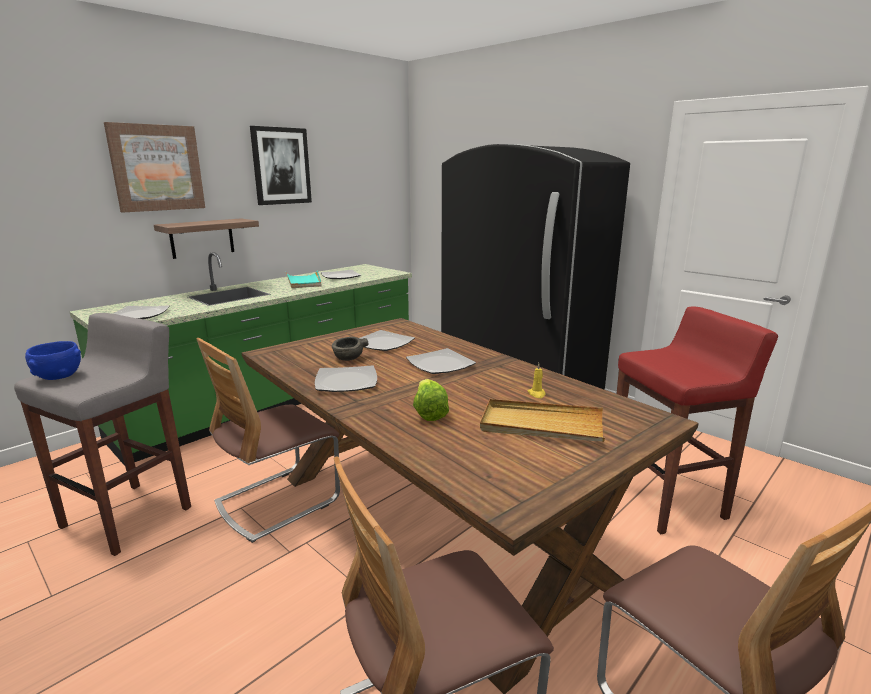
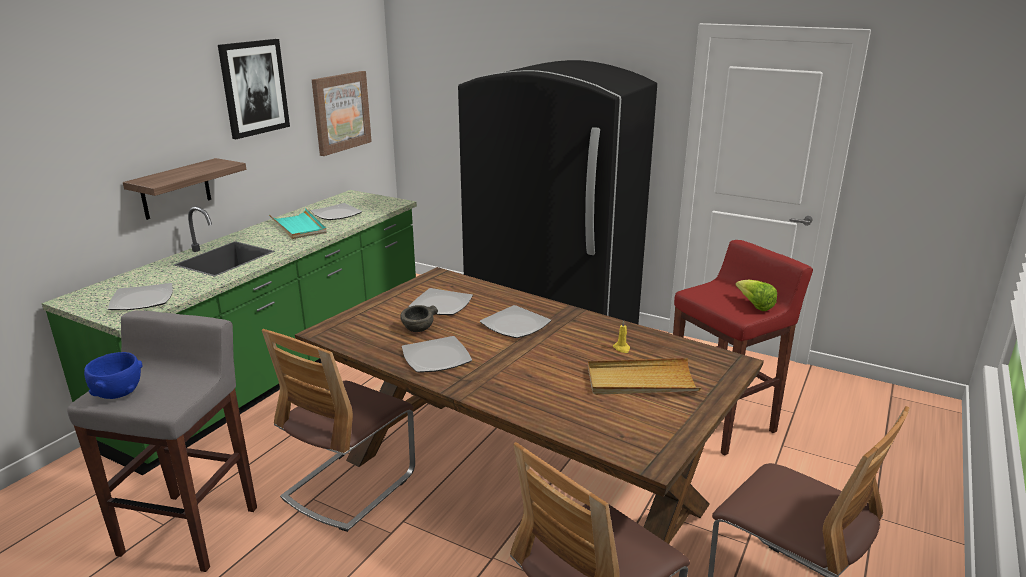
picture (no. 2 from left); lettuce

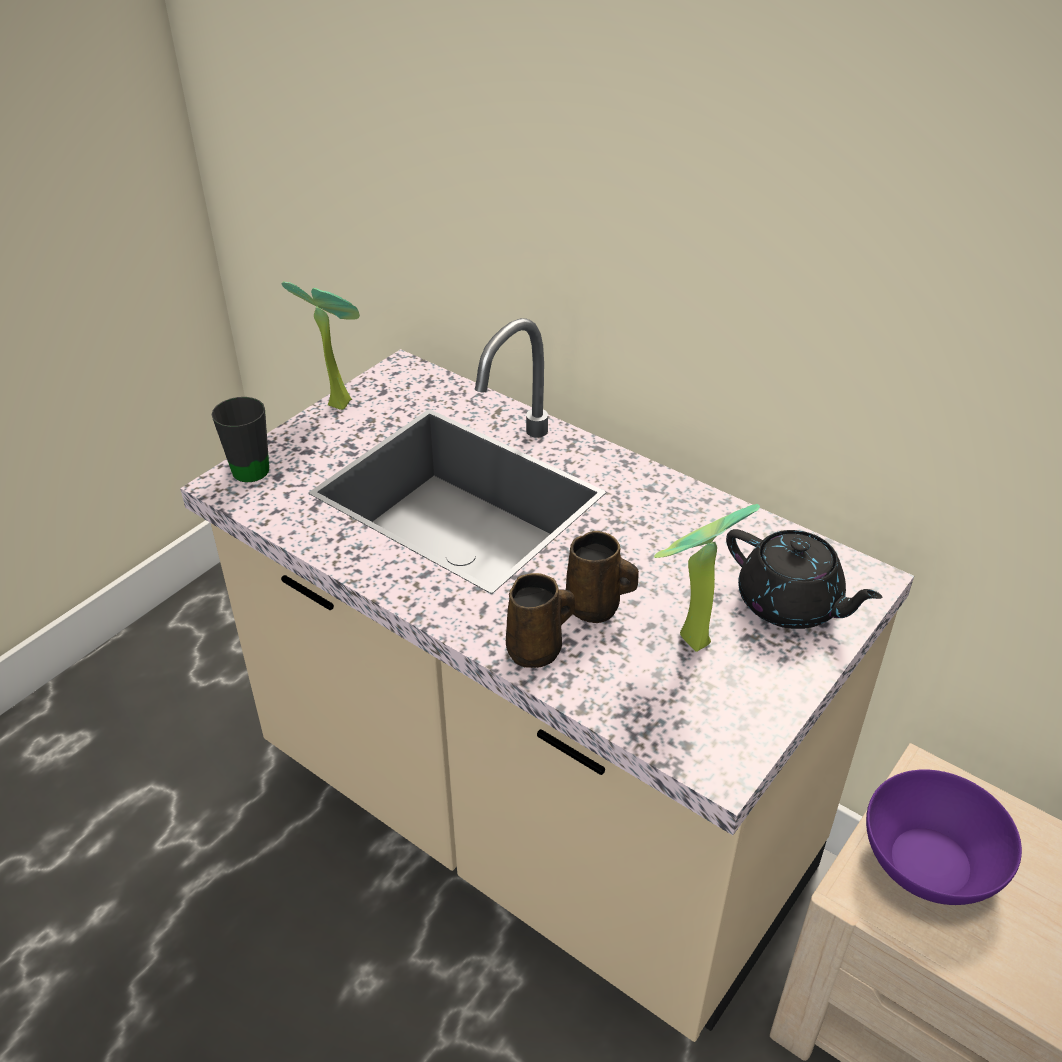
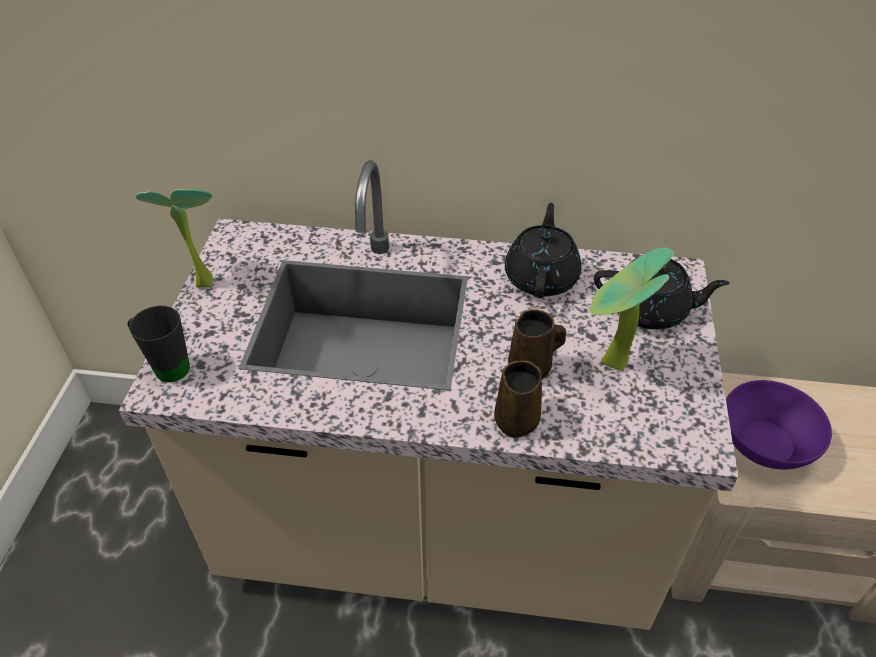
teapot (black) (no. 1 from left)

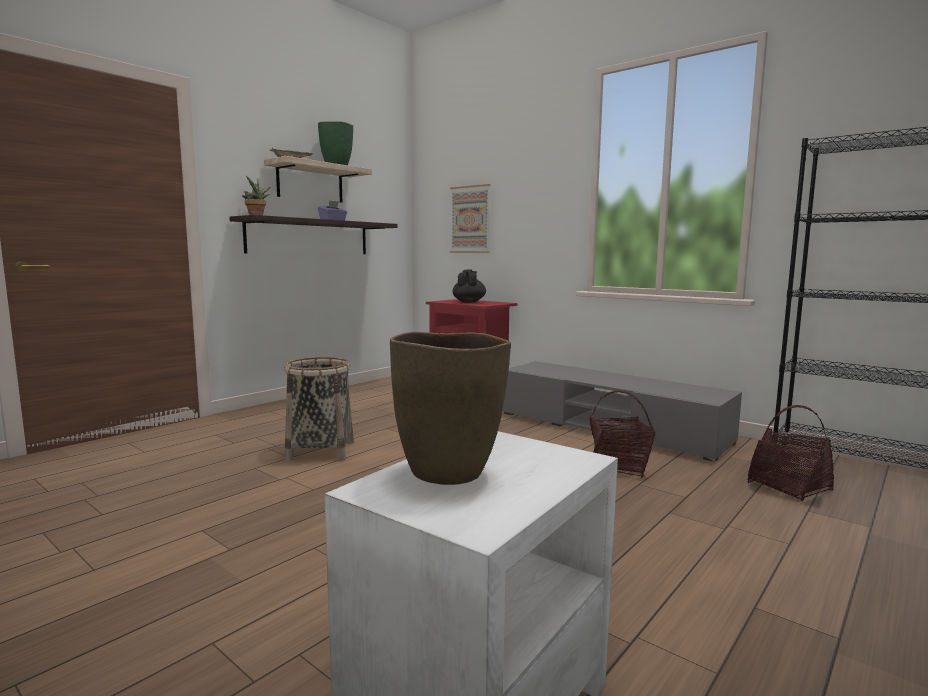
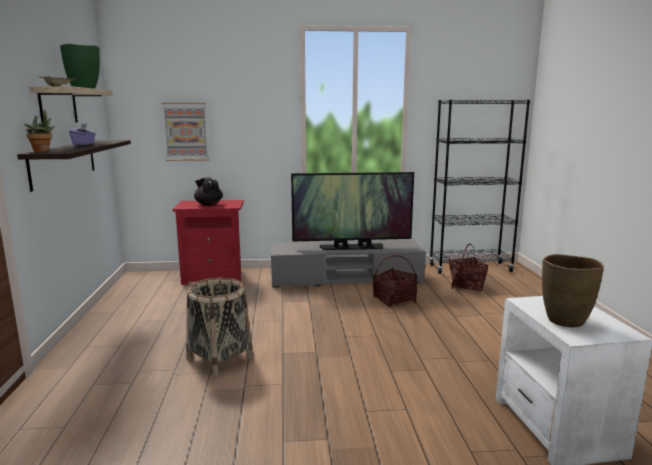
television

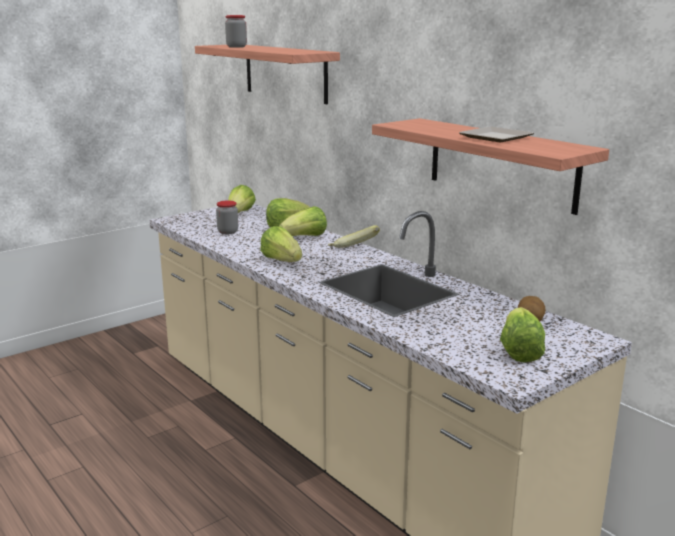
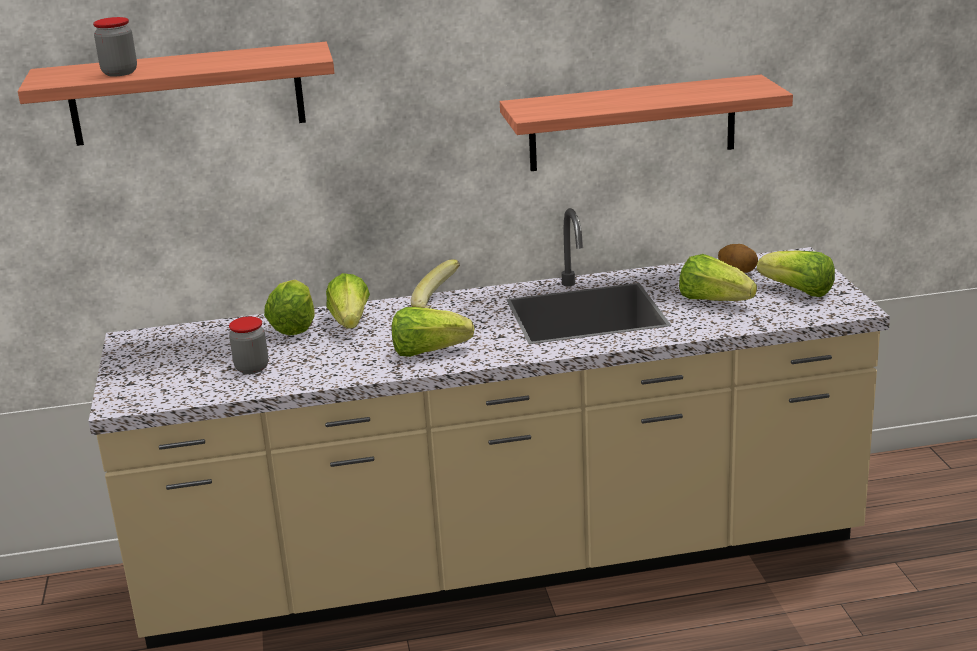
plate; lettuce (no. 4 from left)

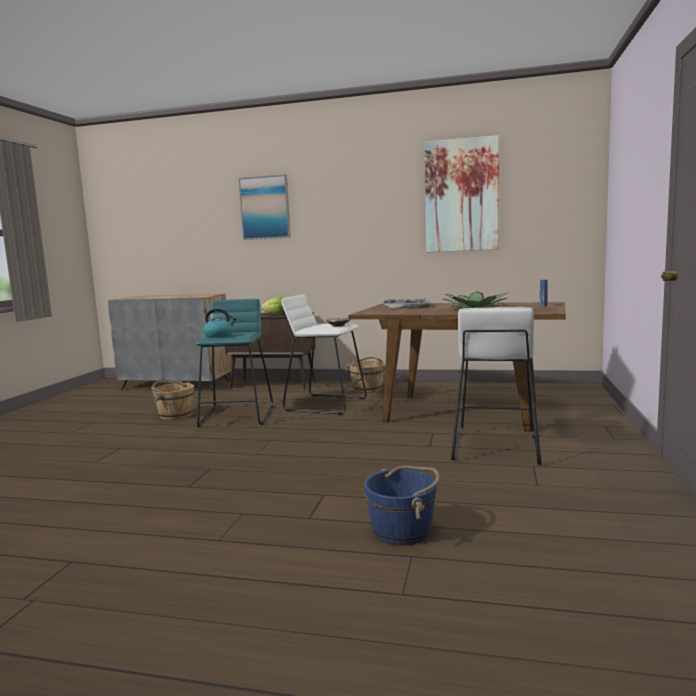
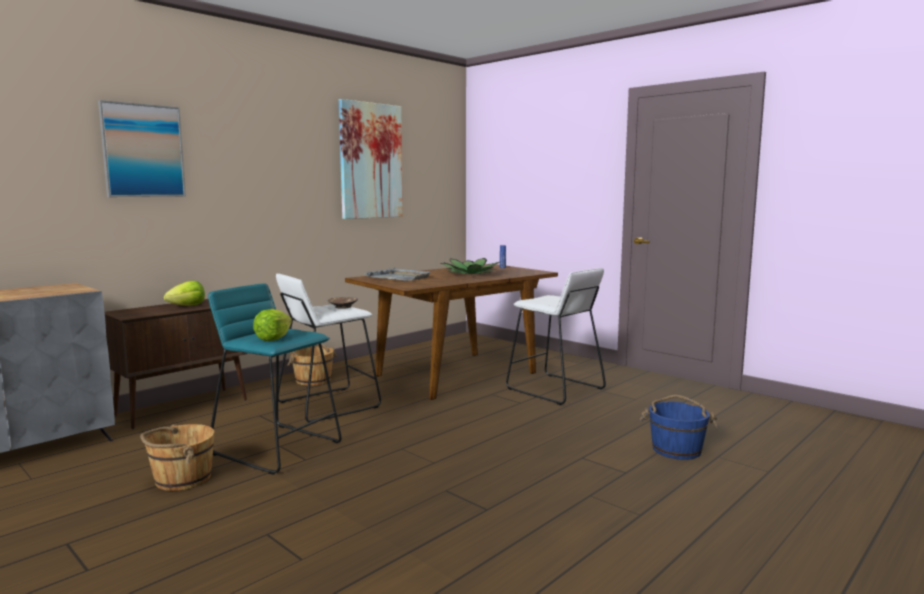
lettuce (no. 2 from left)

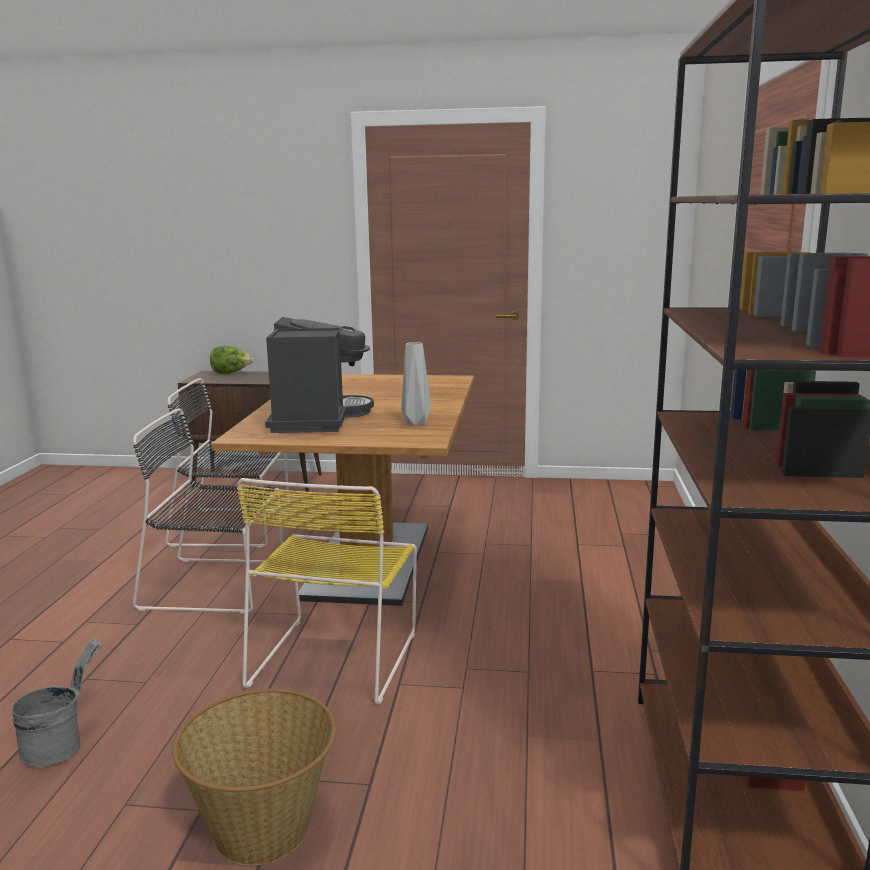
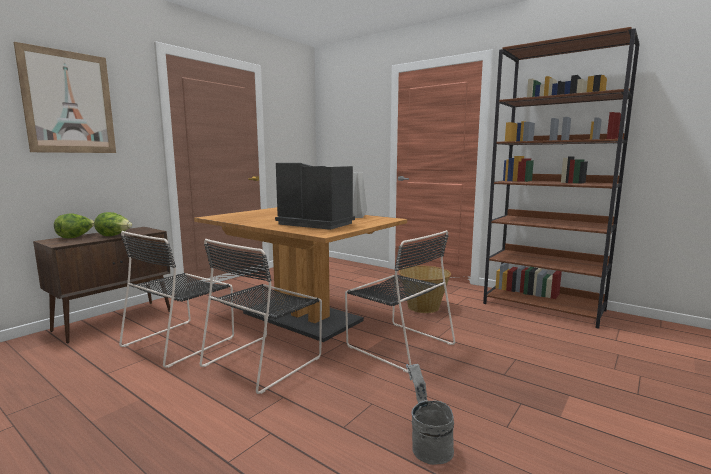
picture; lettuce (no. 2 from left); basket; chair (black) (no. 3 from left)

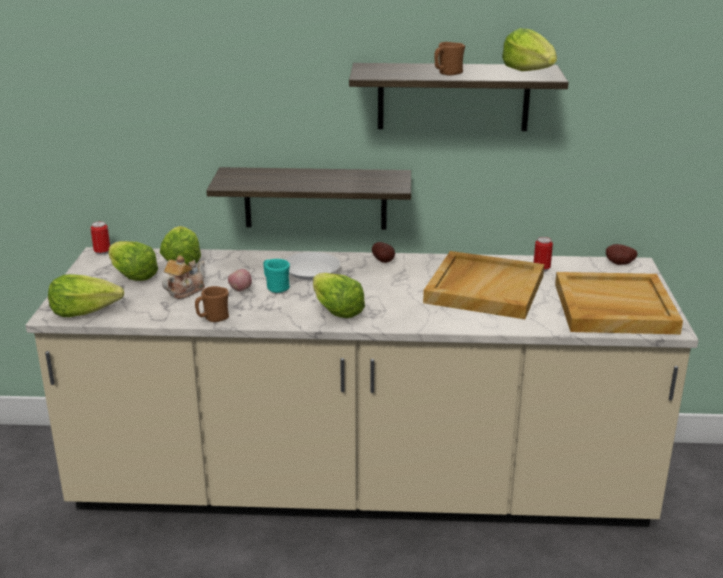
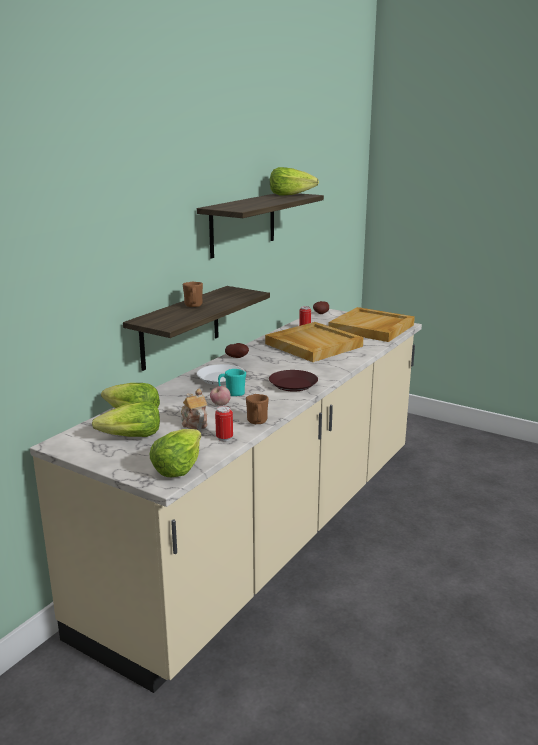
can (no. 1 from left); mug (brown) (no. 1 from left); plate (brown)

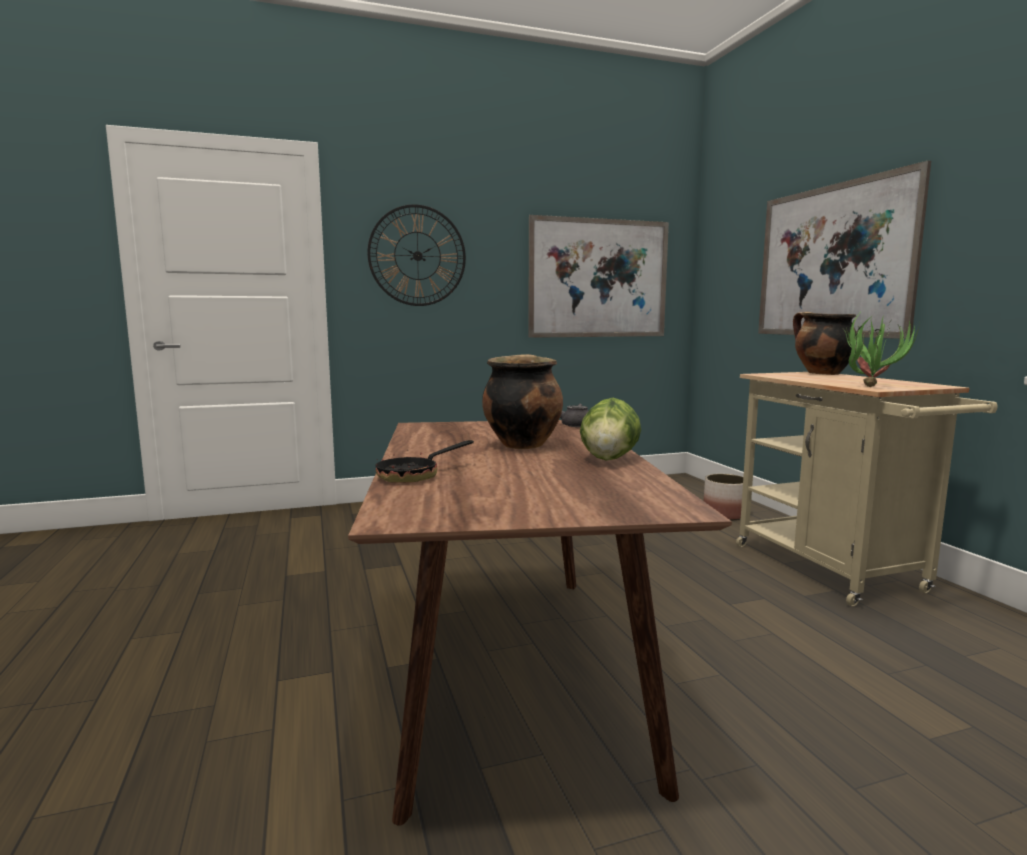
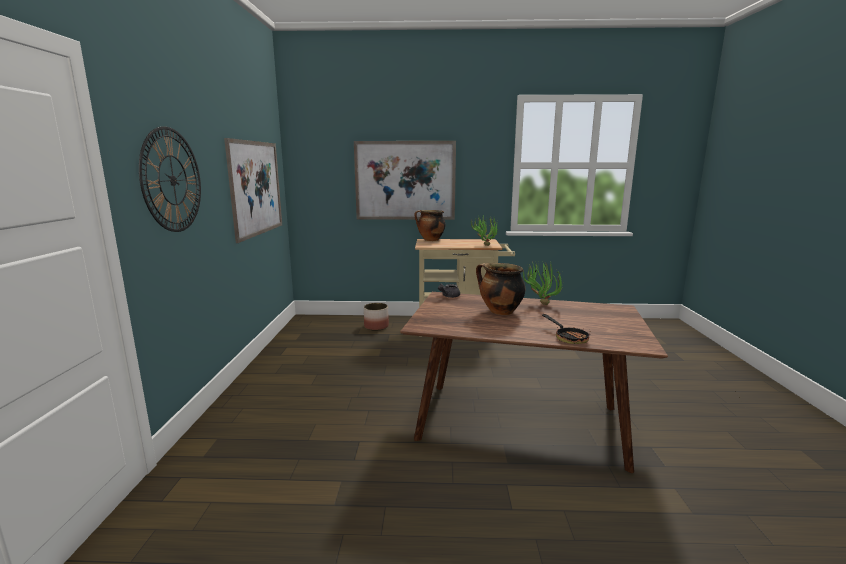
potted plant (no. 2 from left)

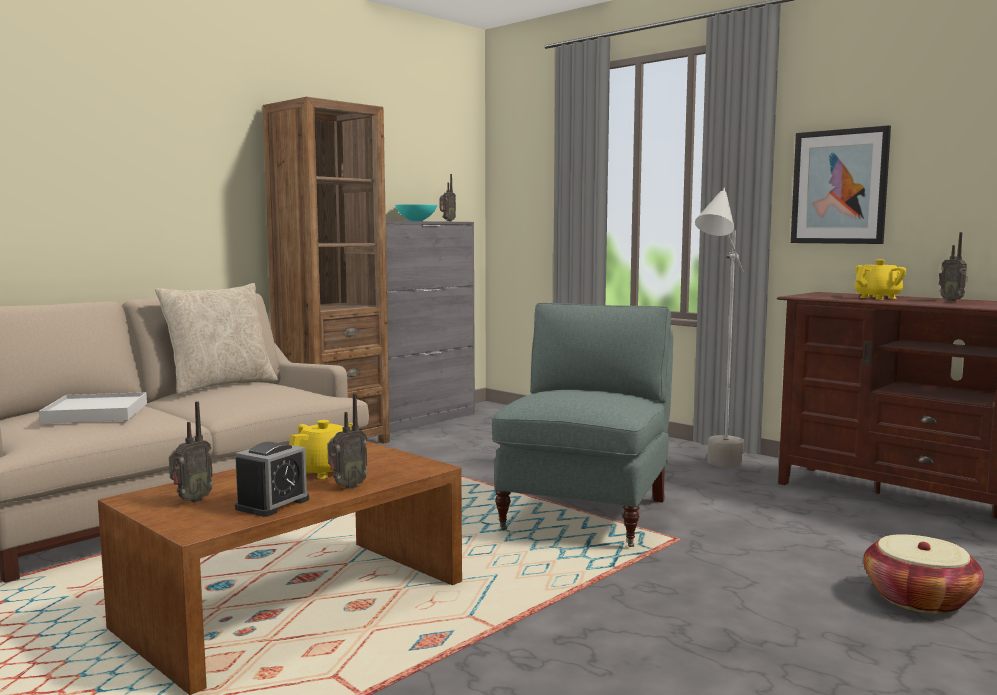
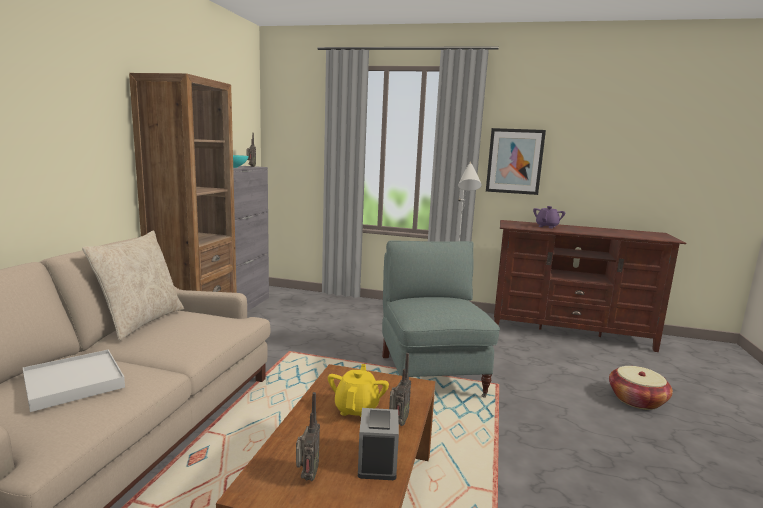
radio (no. 4 from left in the first image); teapot (purple)

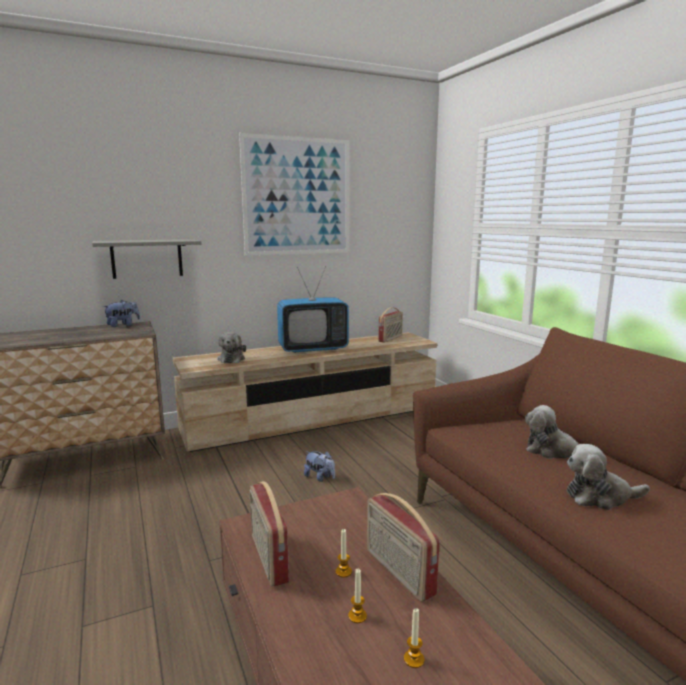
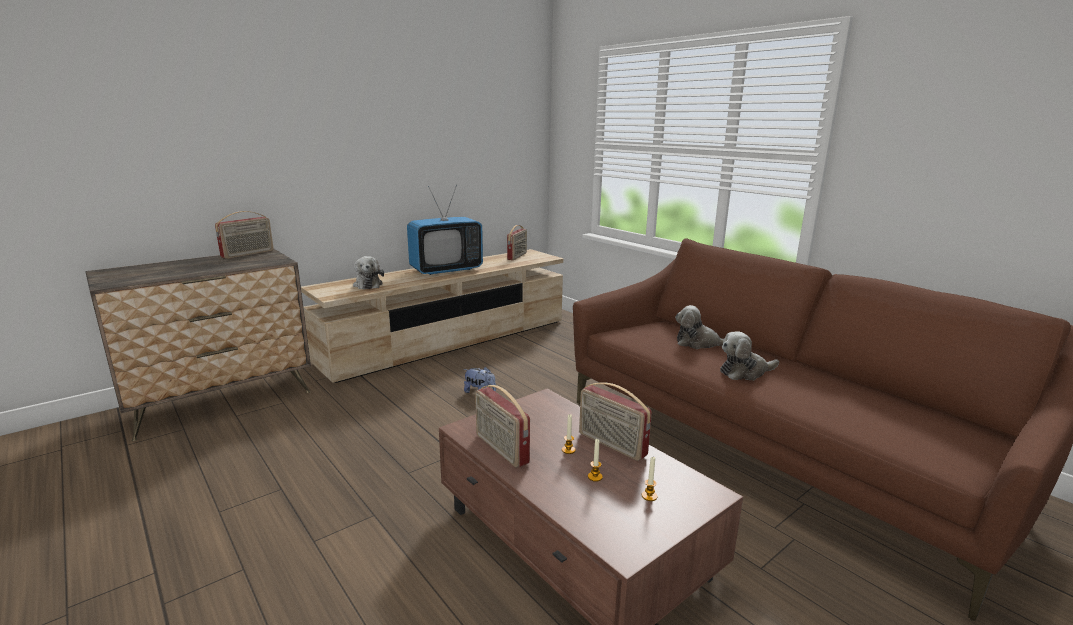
shelf (grey); picture; radio (no. 1 from left)

